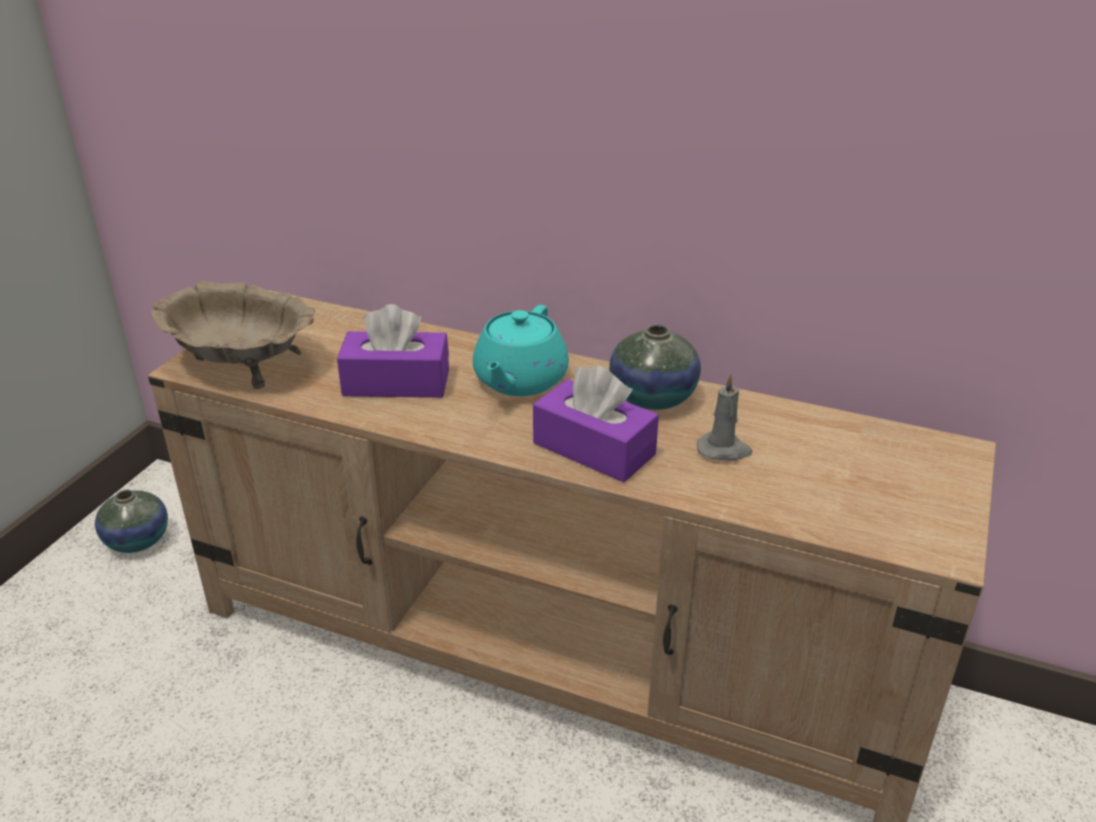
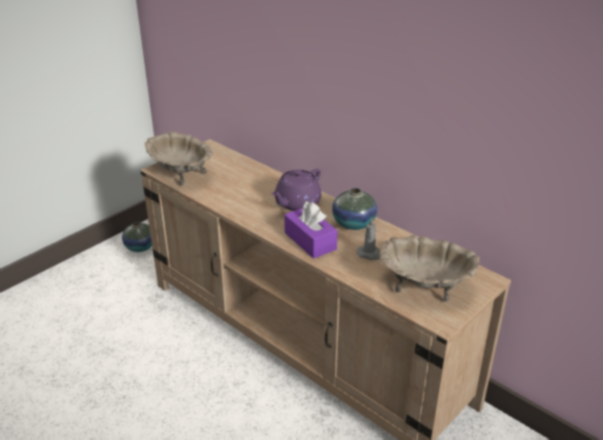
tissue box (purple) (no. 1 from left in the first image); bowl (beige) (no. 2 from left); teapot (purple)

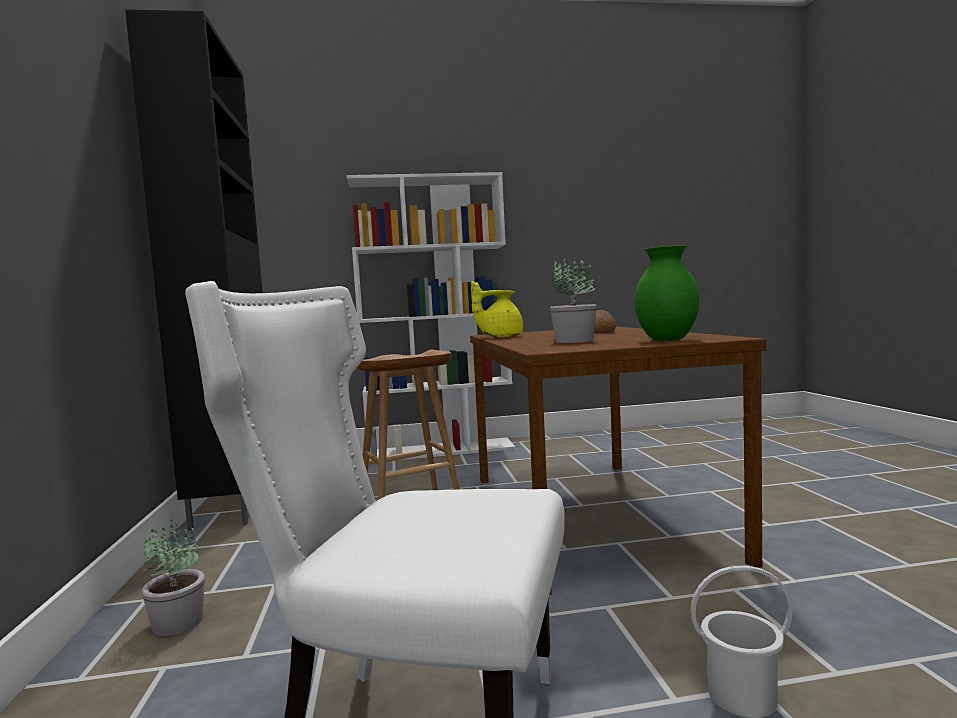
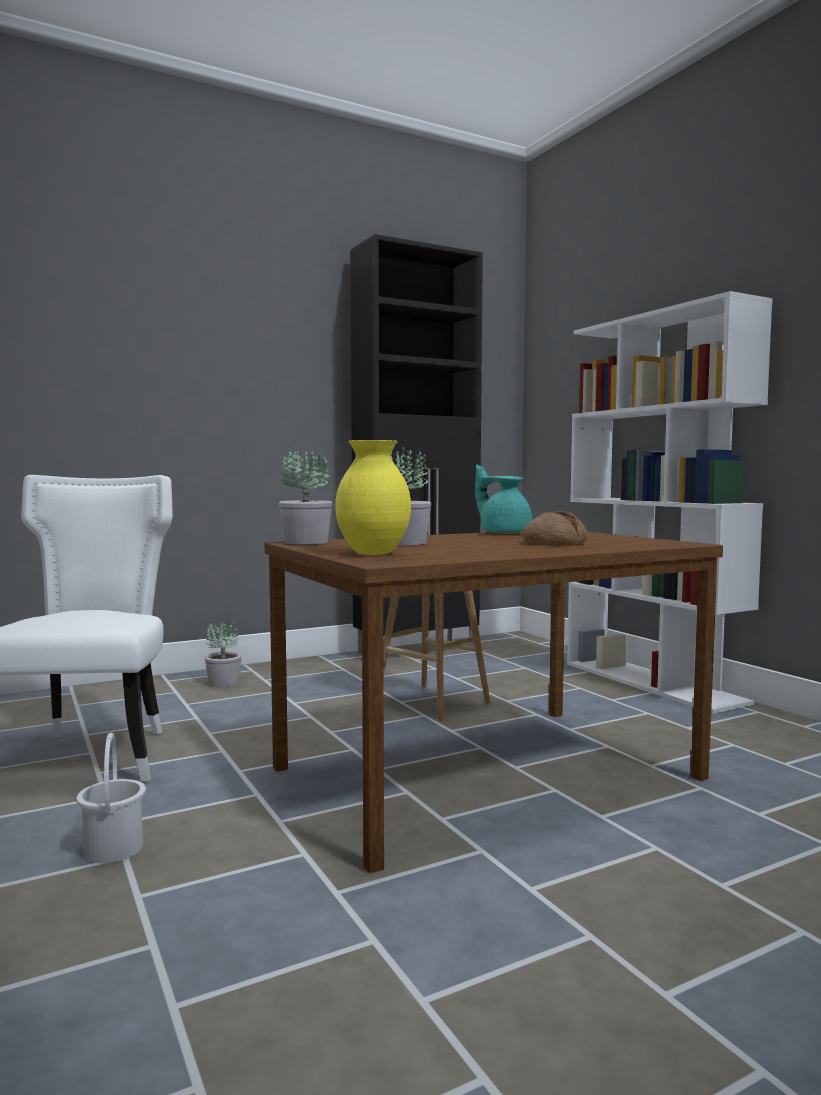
potted plant (no. 2 from left); teapot (turquoise); vase (yellow)

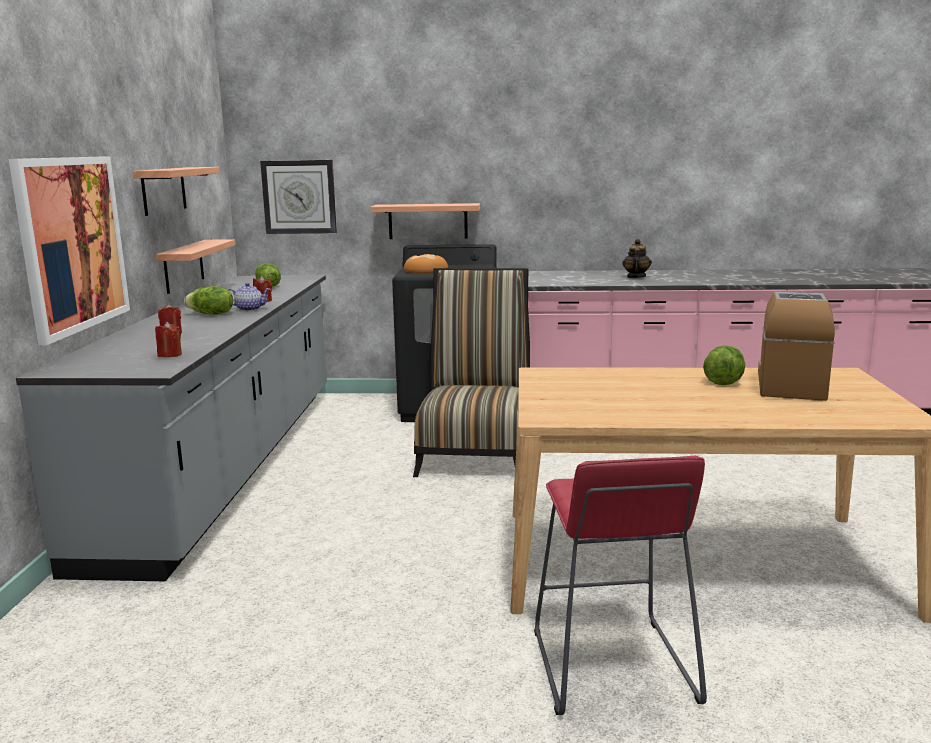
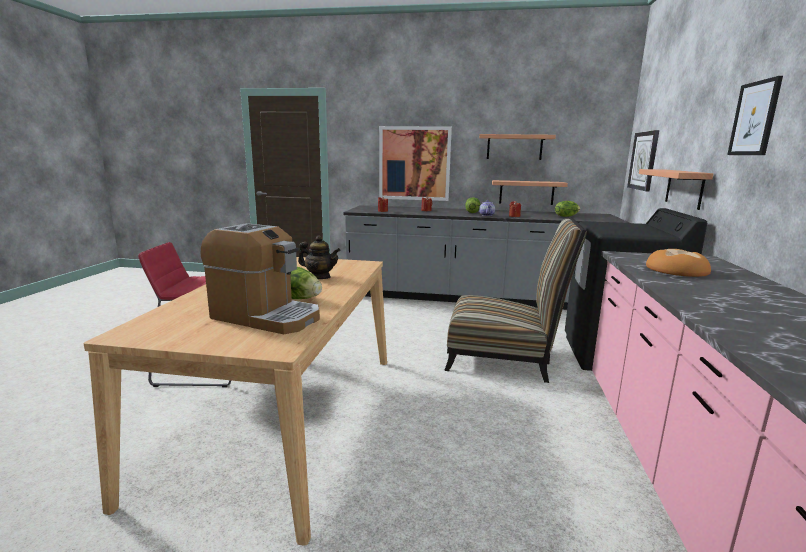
picture (no. 2 from left); bread; teapot (no. 1 from left)

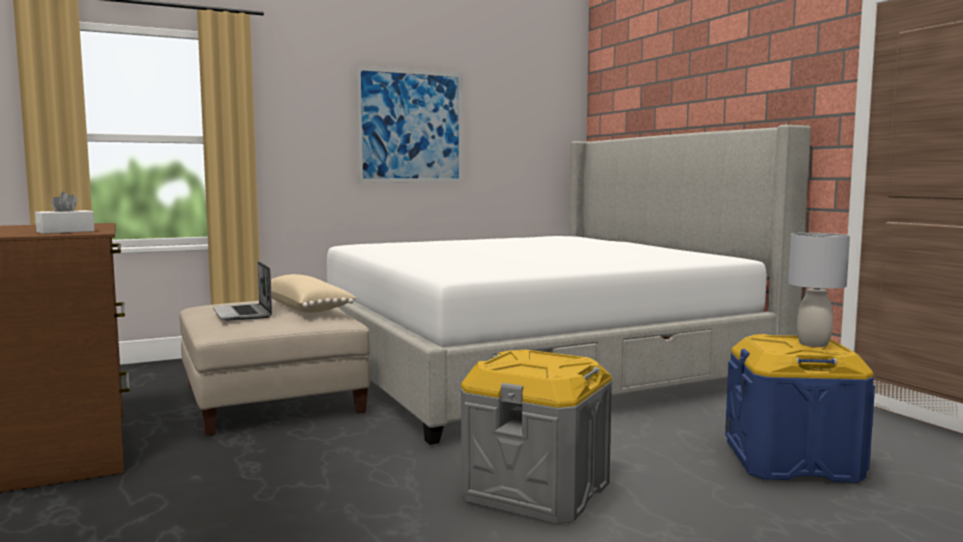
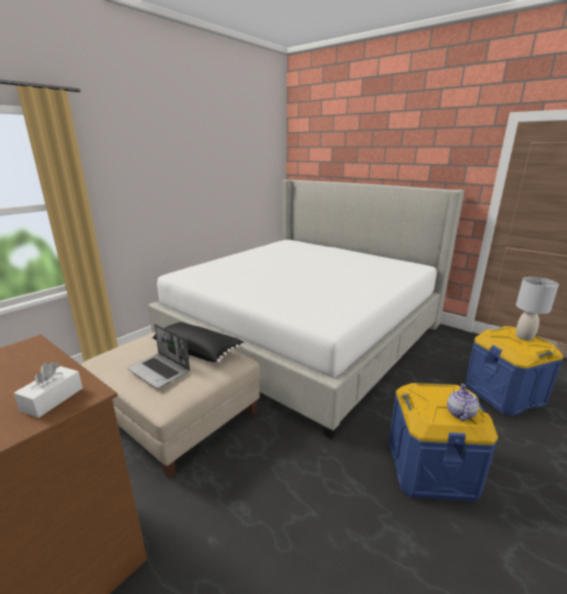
picture; teapot; pillow (black); storage box (blue) (no. 1 from left)

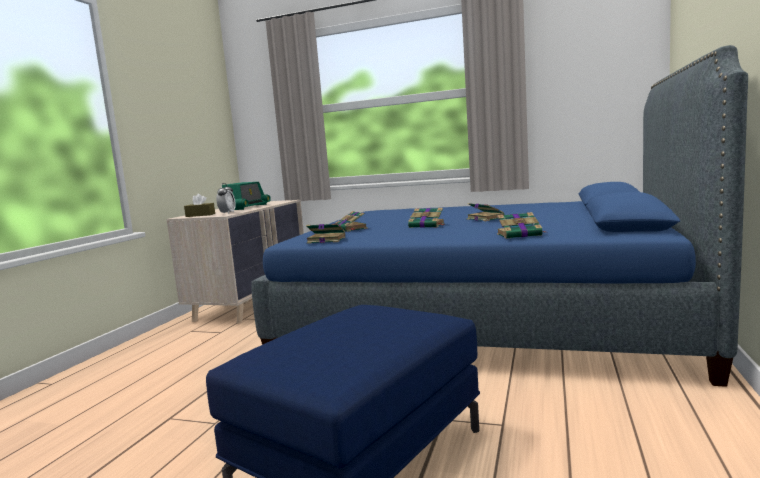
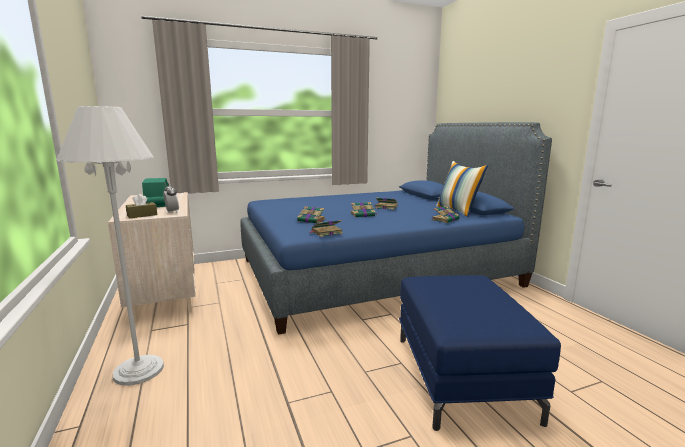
floor lamp (white); pillow

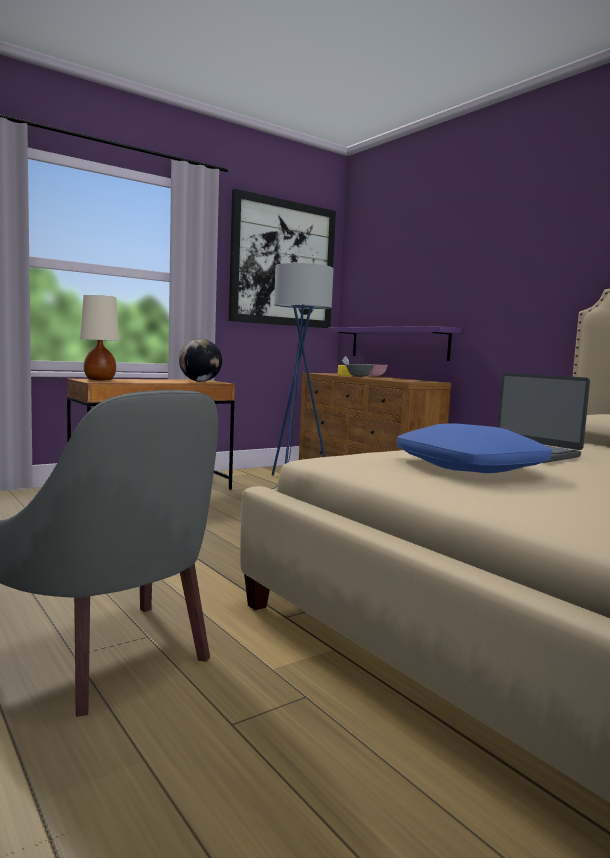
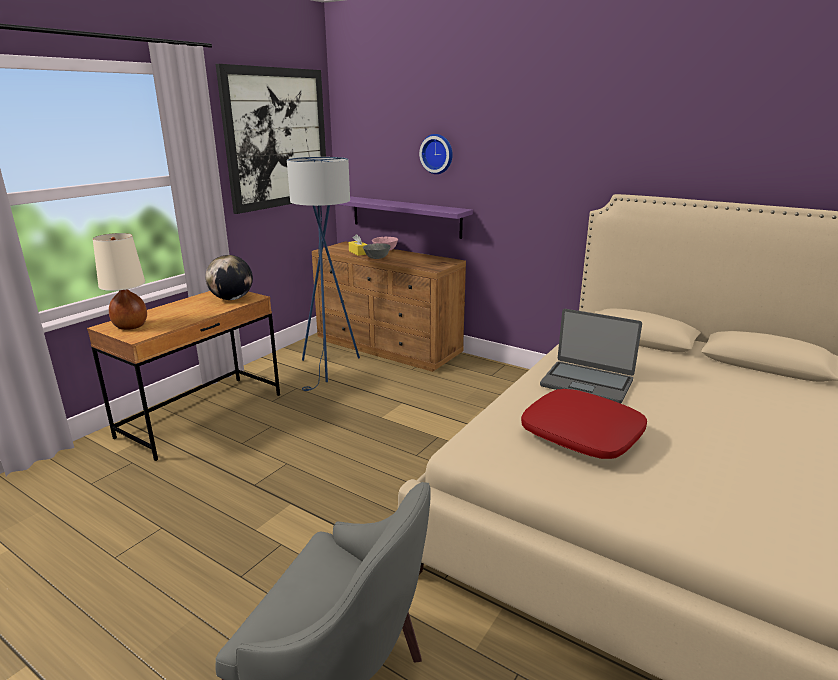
wall clock; pillow (red)

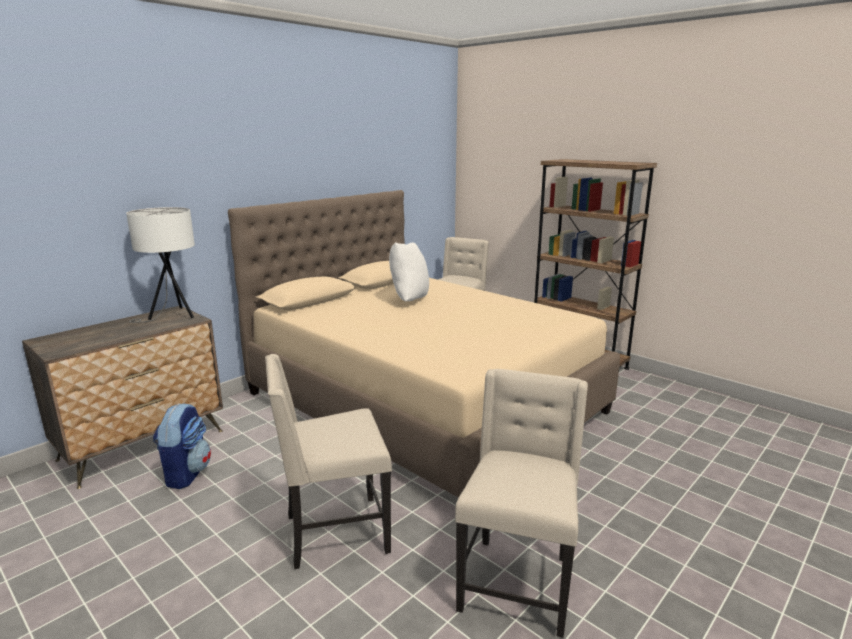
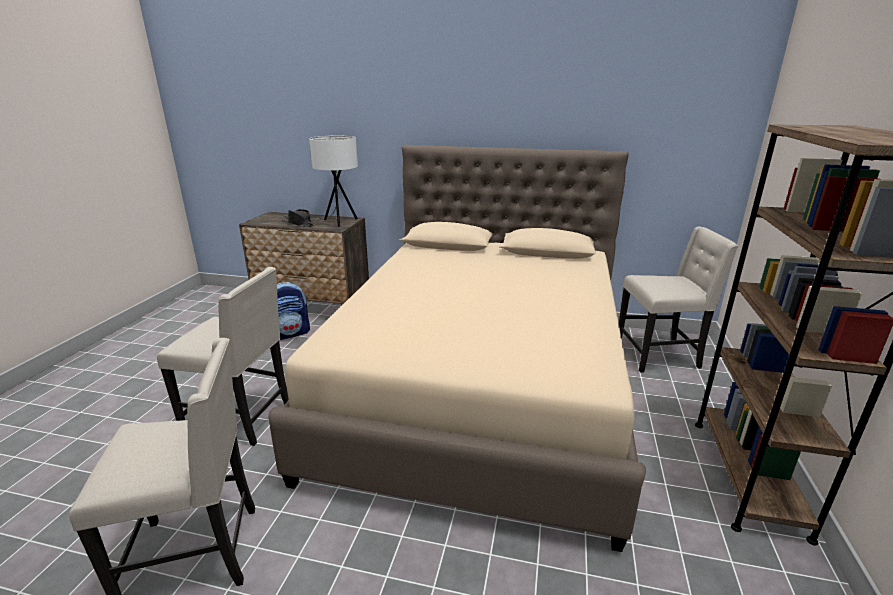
pillow (white); hat (black); chair (beige) (no. 2 from left)

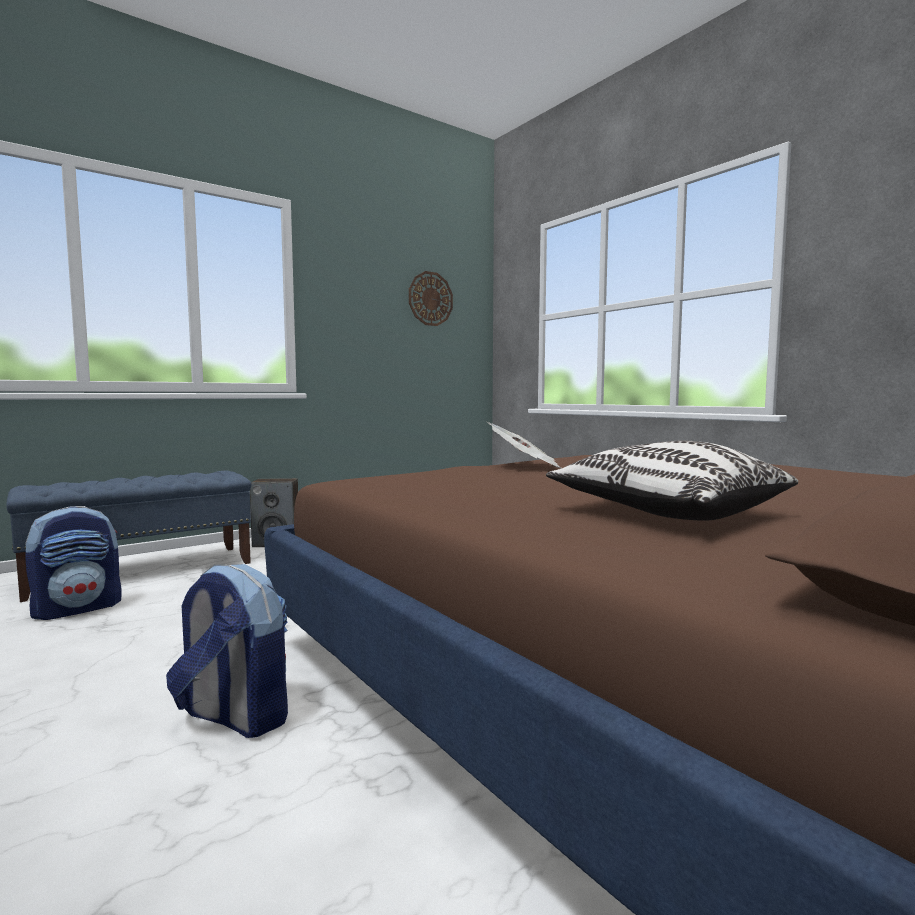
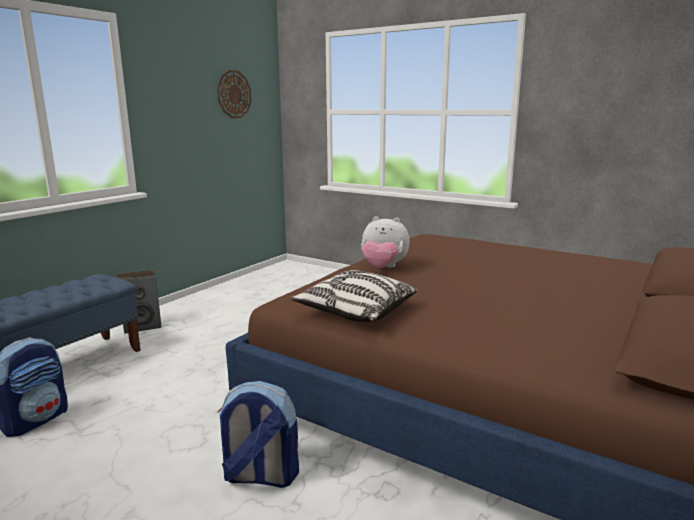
pillow; plush toy

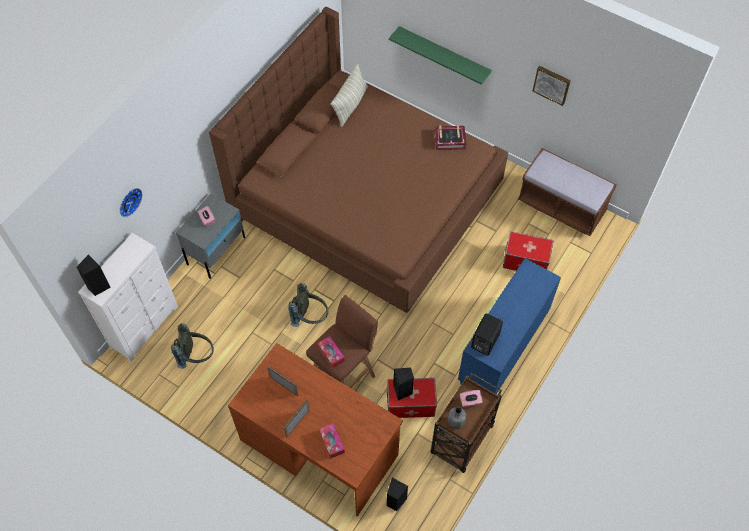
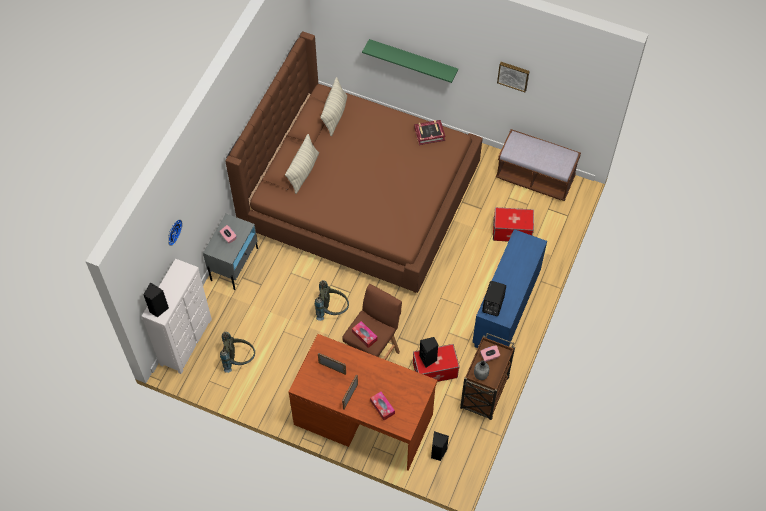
pillow (no. 1 from left)

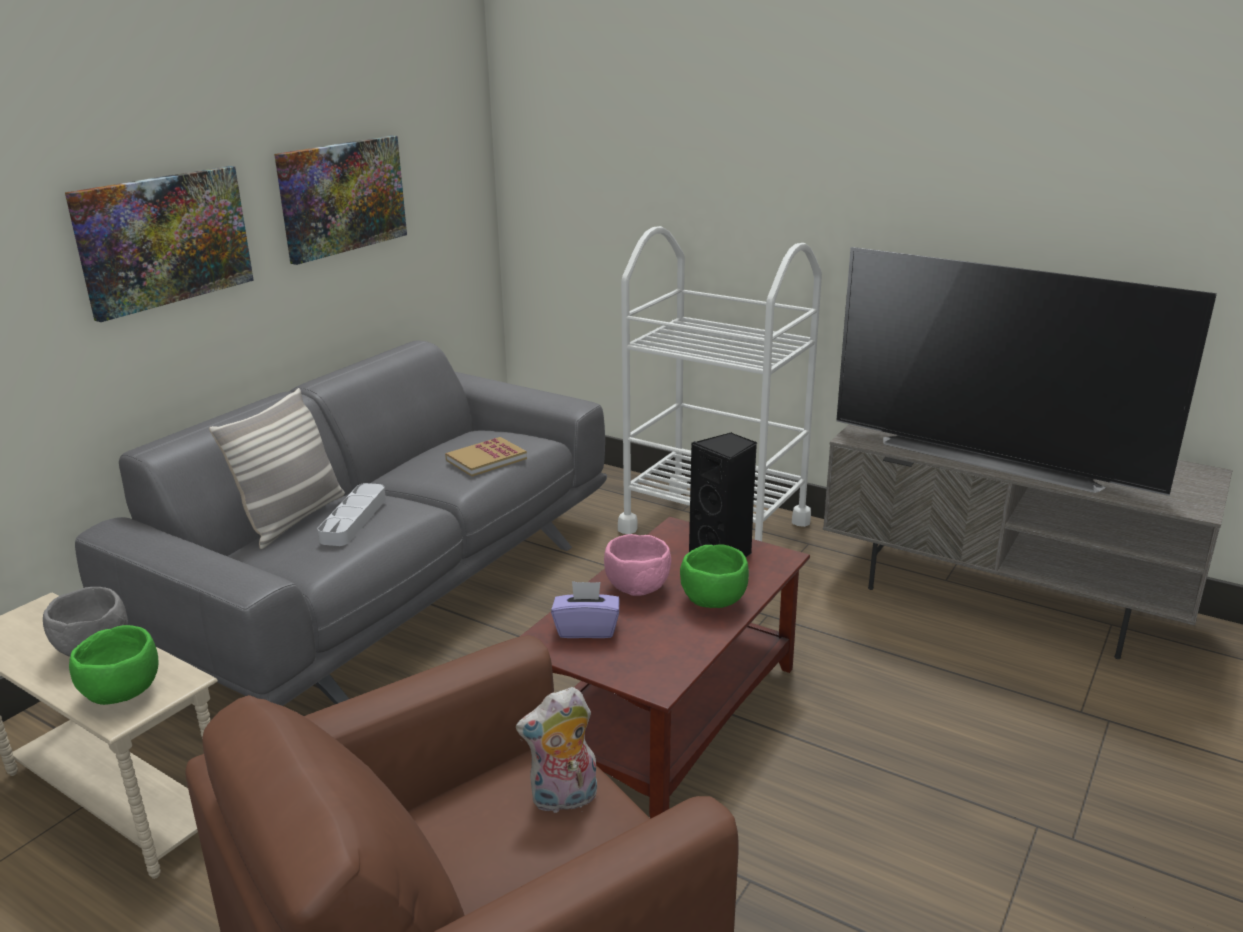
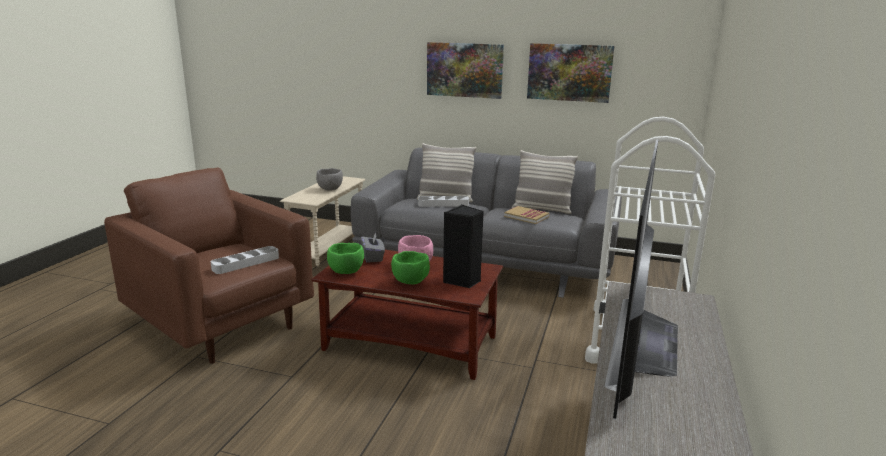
pillow (no. 2 from left); bowl (green) (no. 1 from left); tray (grey) (no. 1 from left); tissue box (grey)

